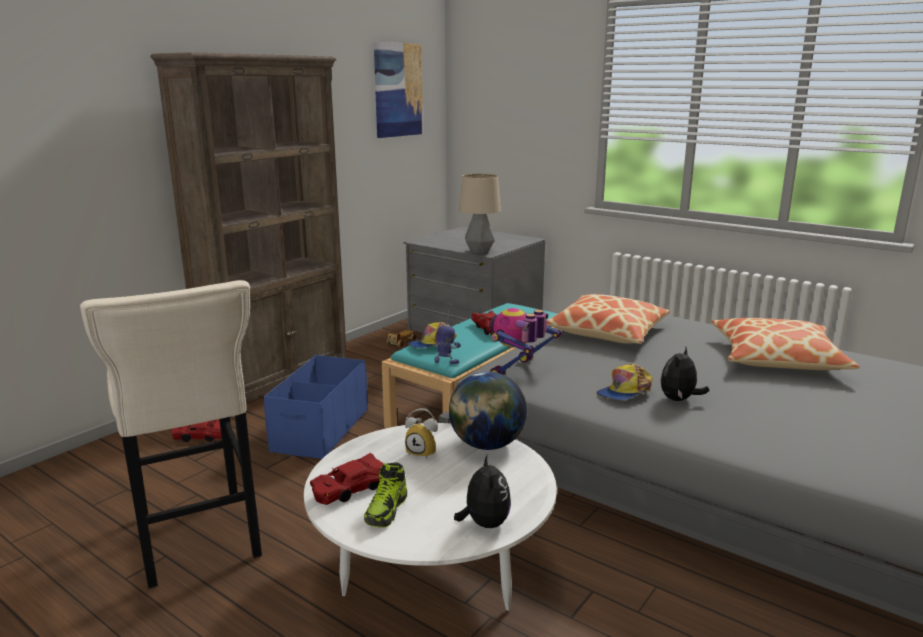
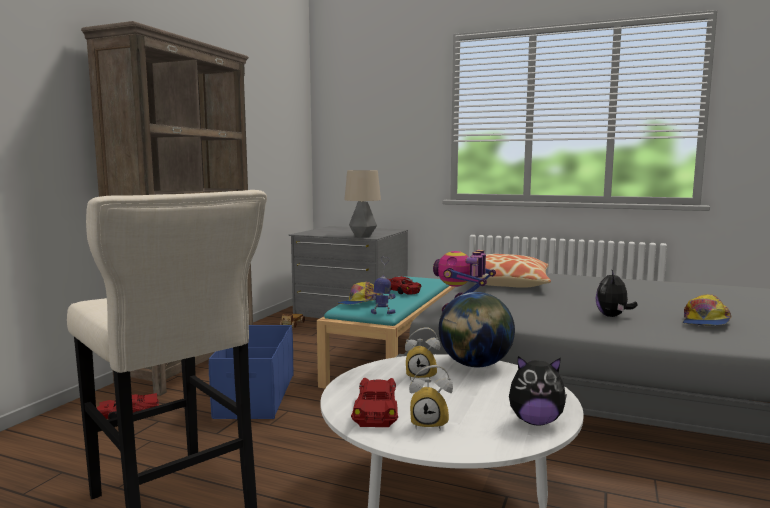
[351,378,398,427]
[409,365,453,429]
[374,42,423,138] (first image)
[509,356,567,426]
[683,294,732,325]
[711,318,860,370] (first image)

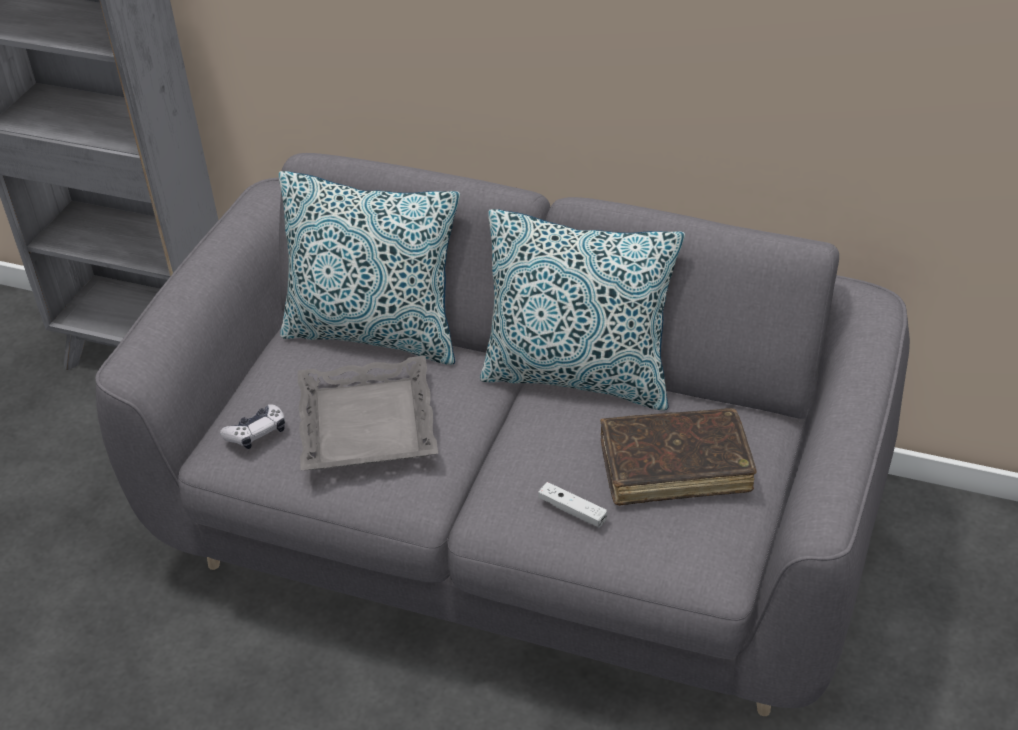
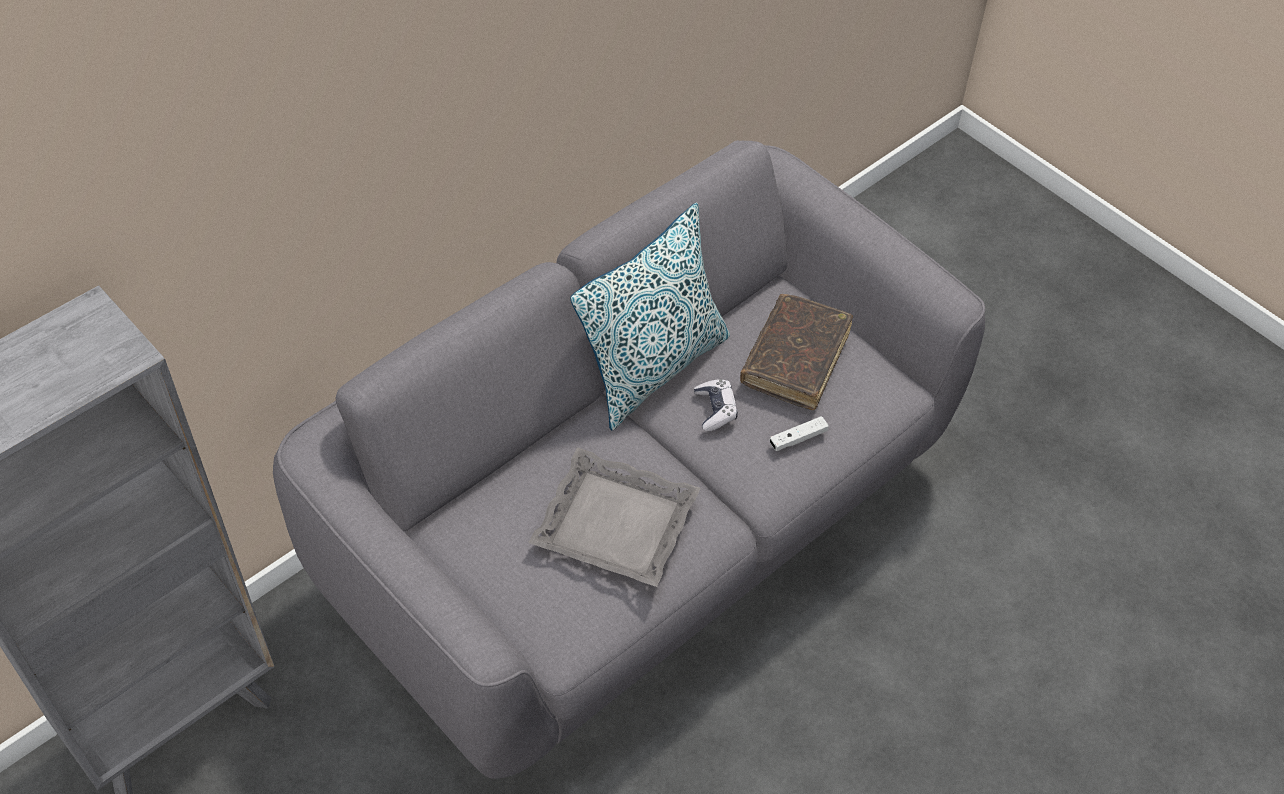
[694,379,738,431]
[279,171,460,365] (first image)

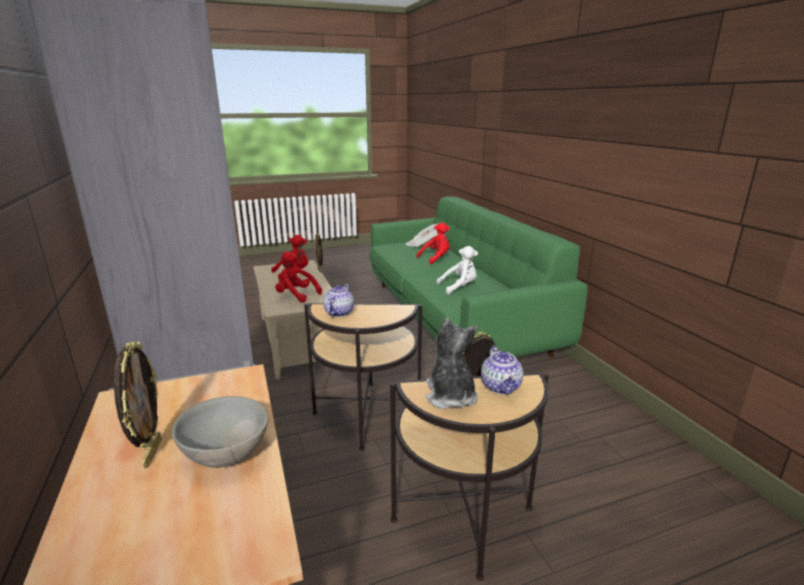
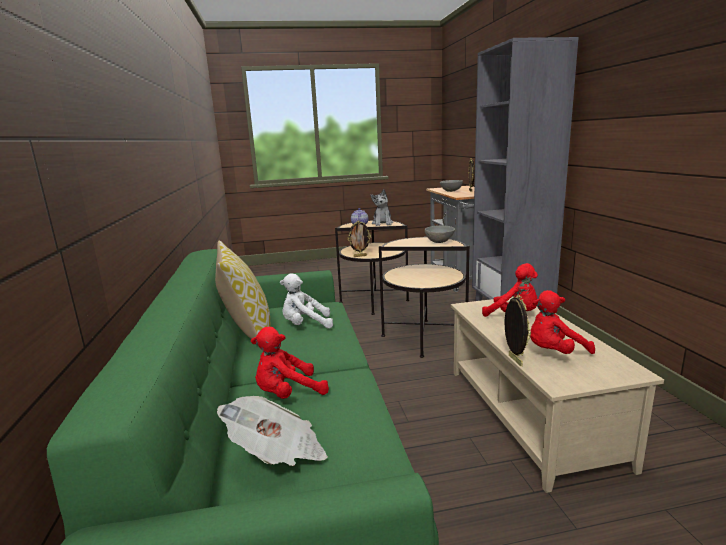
[425,225,455,243]
[215,240,271,339]

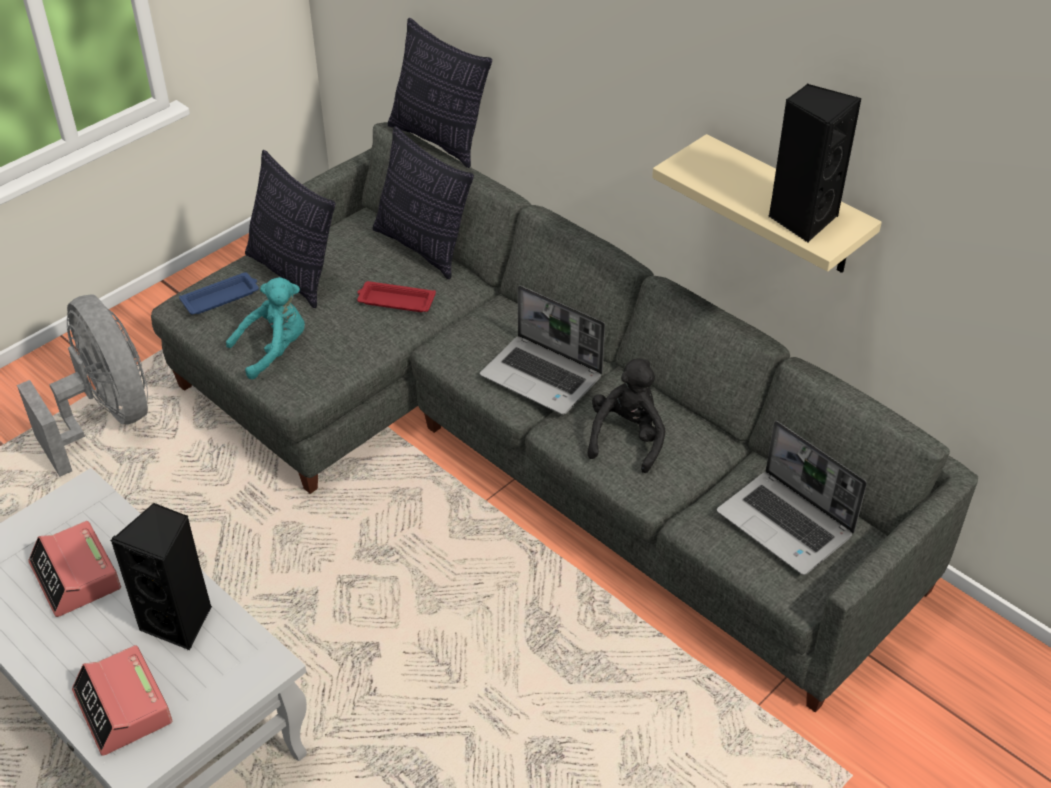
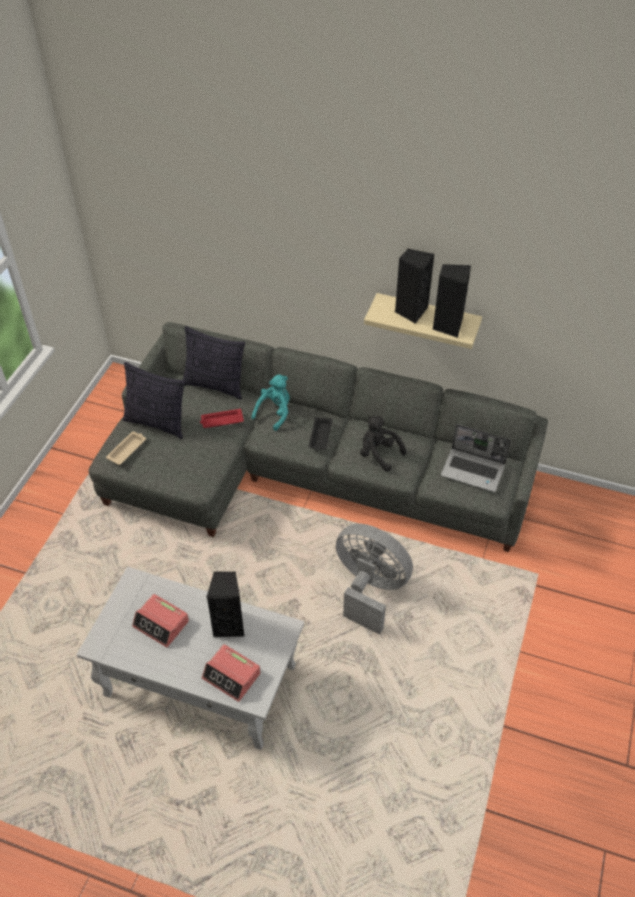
[336,524,413,635]
[106,431,146,465]
[252,375,290,431]
[388,18,492,168] (first image)
[309,417,333,451]
[360,416,407,472]
[395,249,434,324]

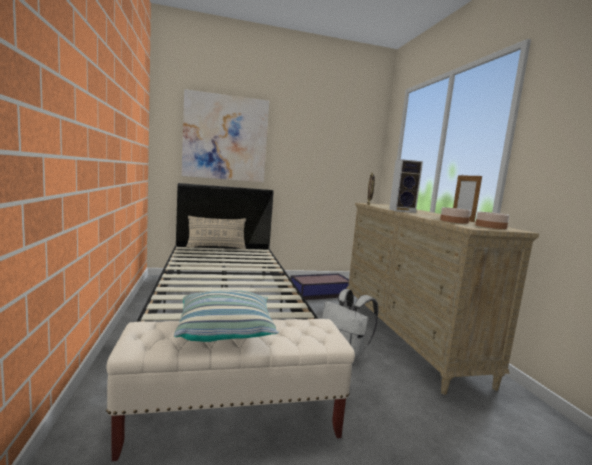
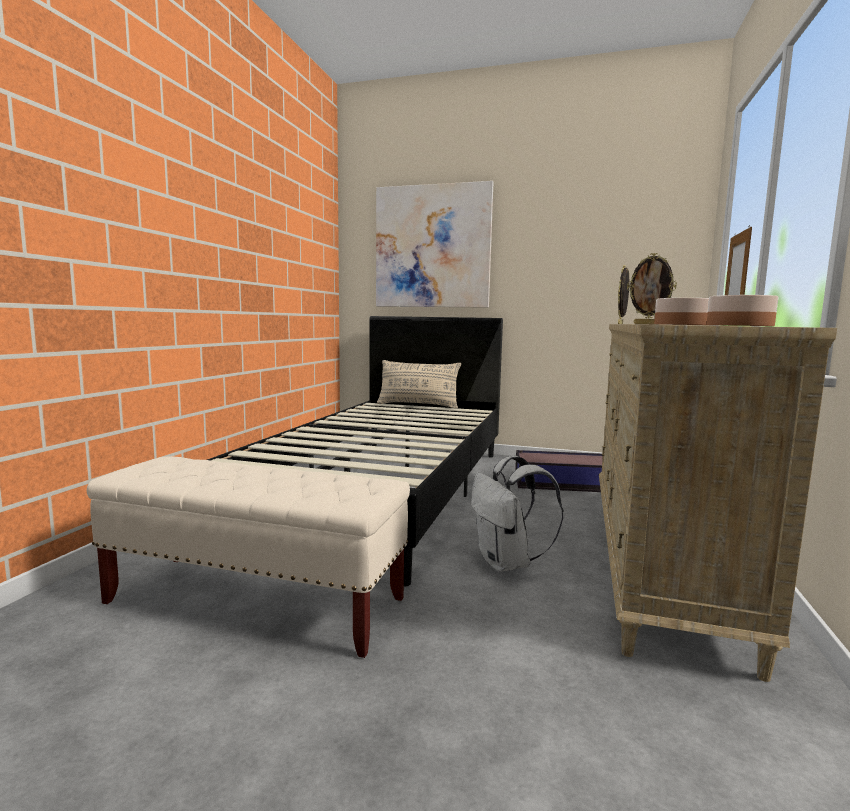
[174,290,279,342] (first image)
[627,253,677,325]

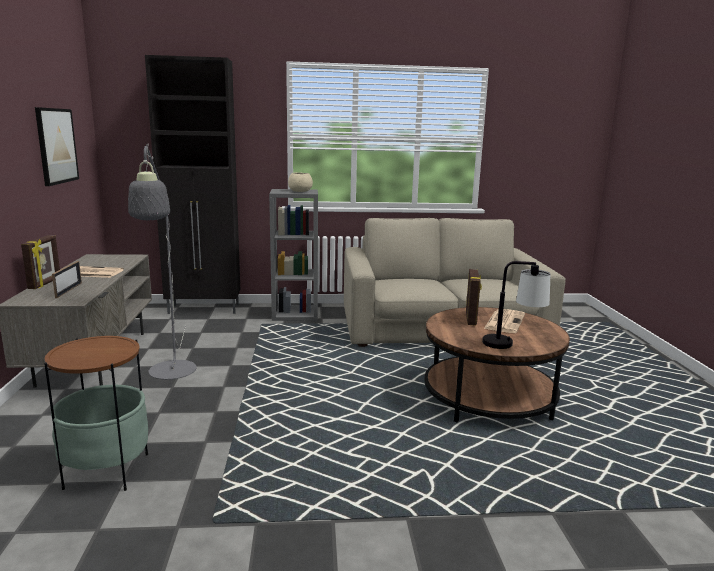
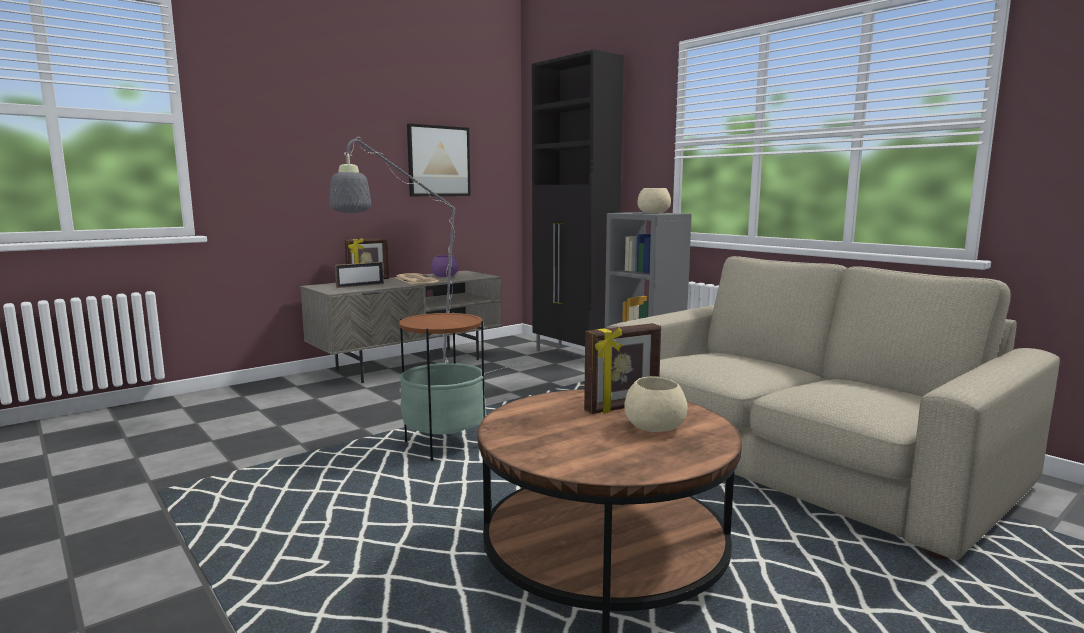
[399,312,486,461]
[482,261,550,349] (first image)
[624,376,688,432]
[431,255,459,277]

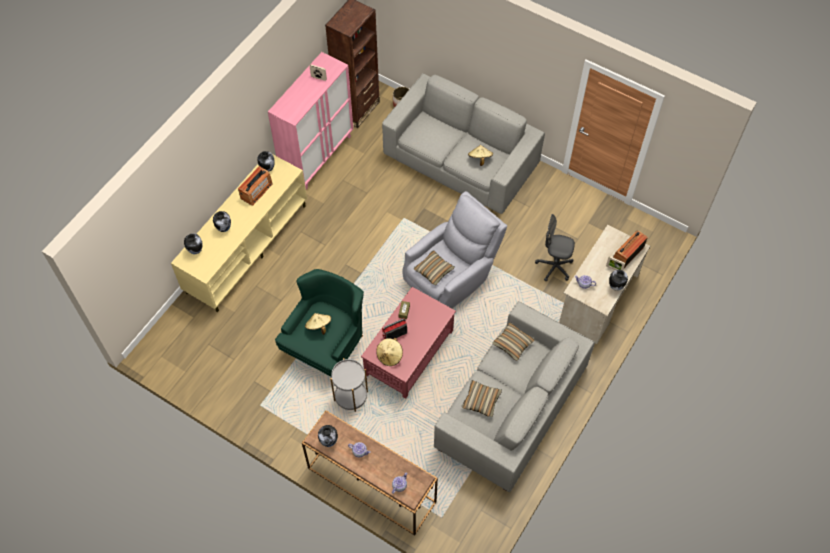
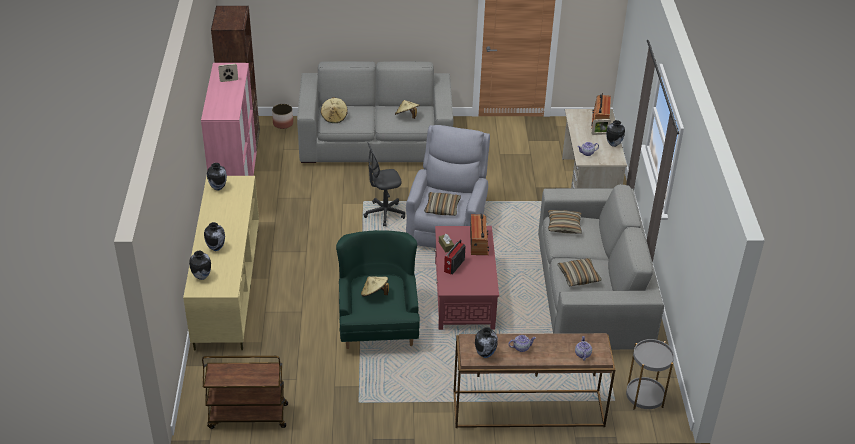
[470,214,489,255]
[626,339,674,410]
[321,97,348,123]
[364,142,405,227]
[202,356,288,429]

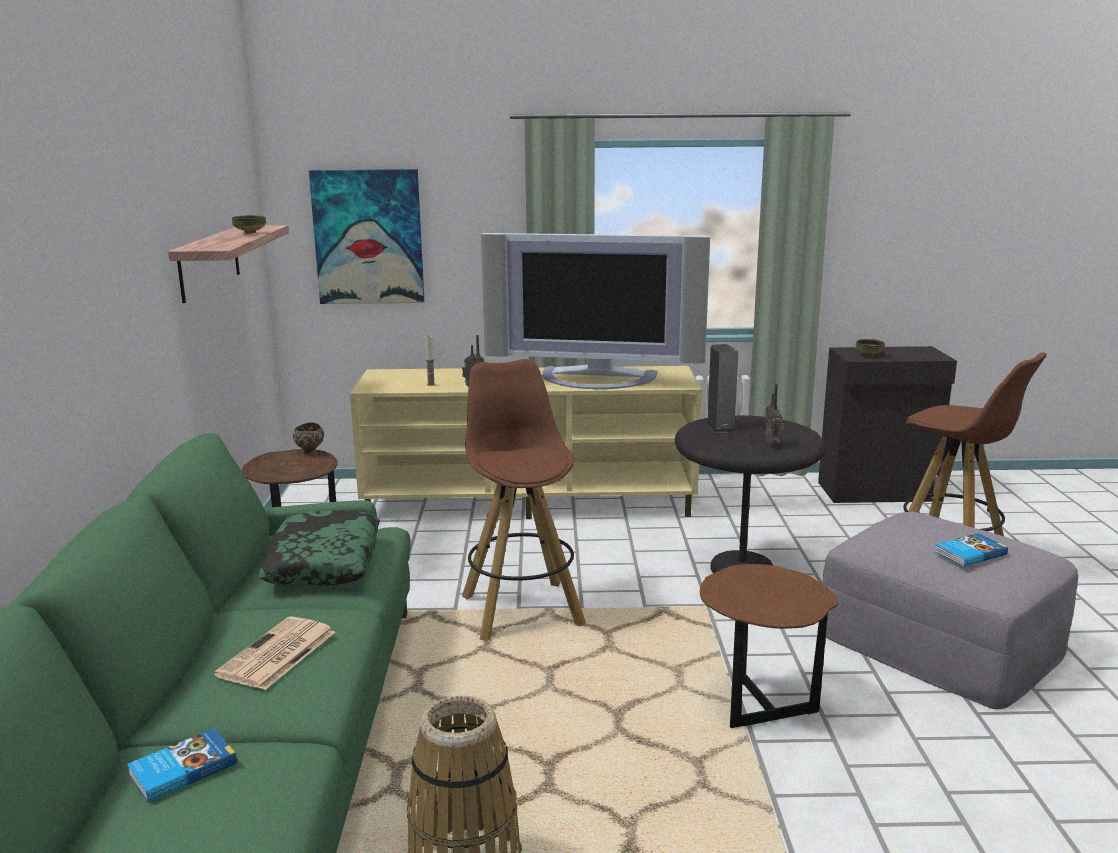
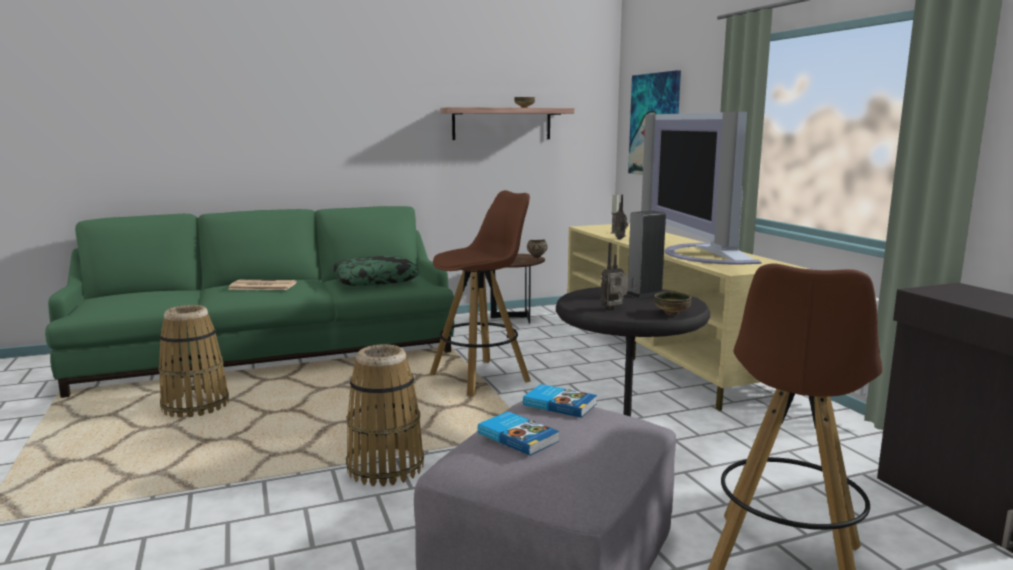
[523,384,597,418]
[346,344,424,486]
[654,292,692,315]

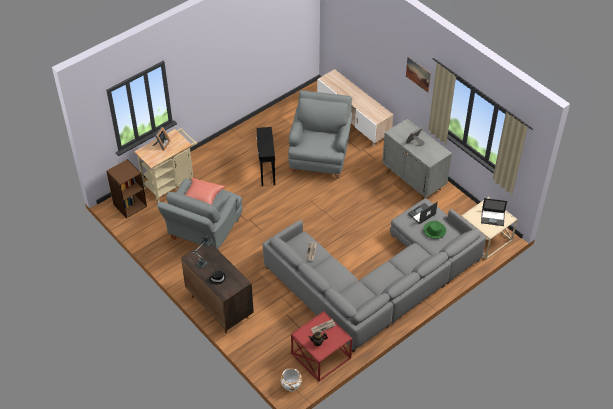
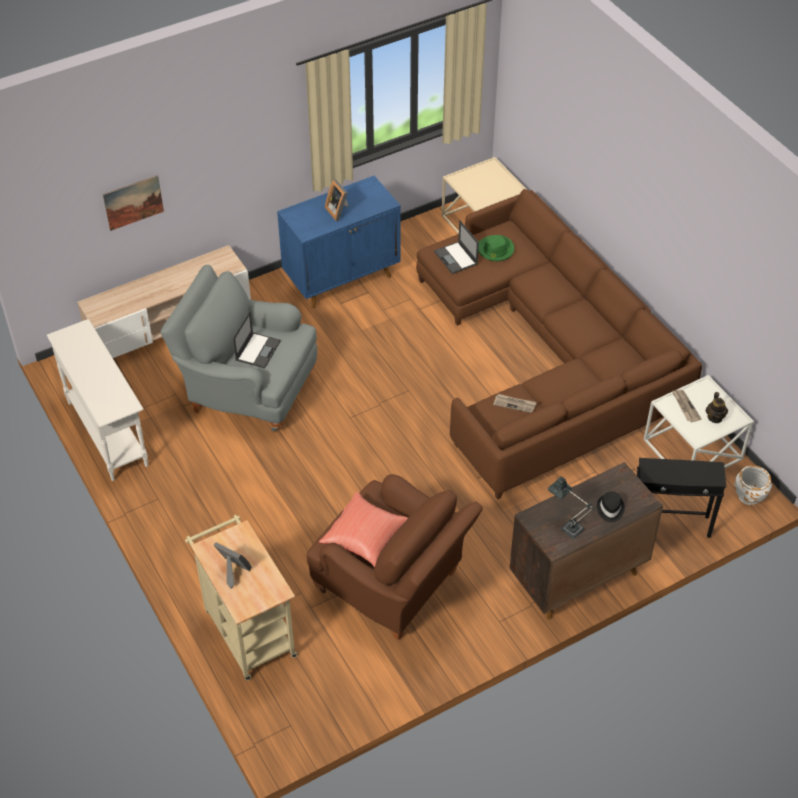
[106,159,147,218] (first image)
[307,474,483,640]
[637,458,727,538]
[416,189,702,499]
[643,375,754,468]
[277,176,401,308]
[103,175,164,231]
[233,311,281,368]
[47,319,148,481]

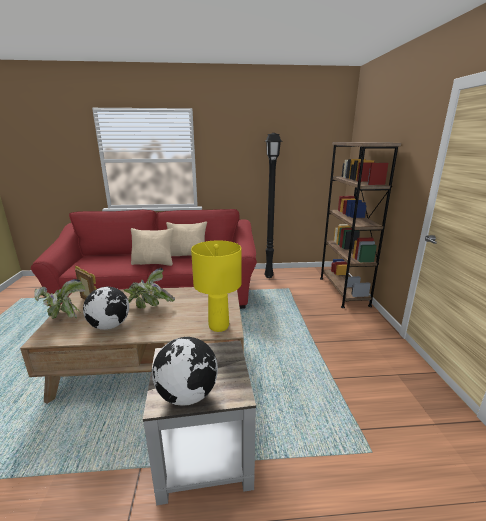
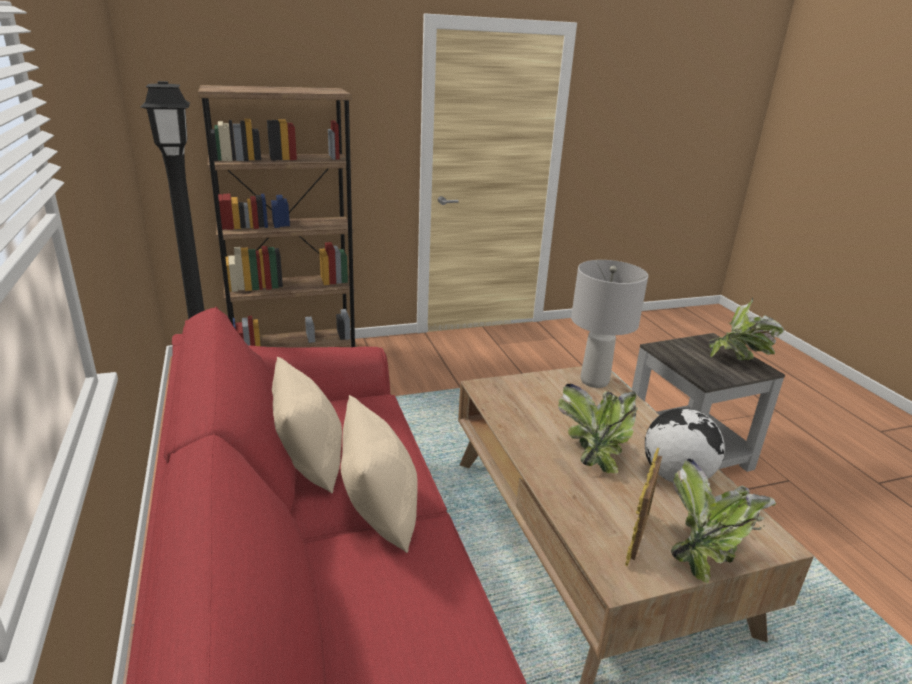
[709,298,784,360]
[571,260,648,388]

